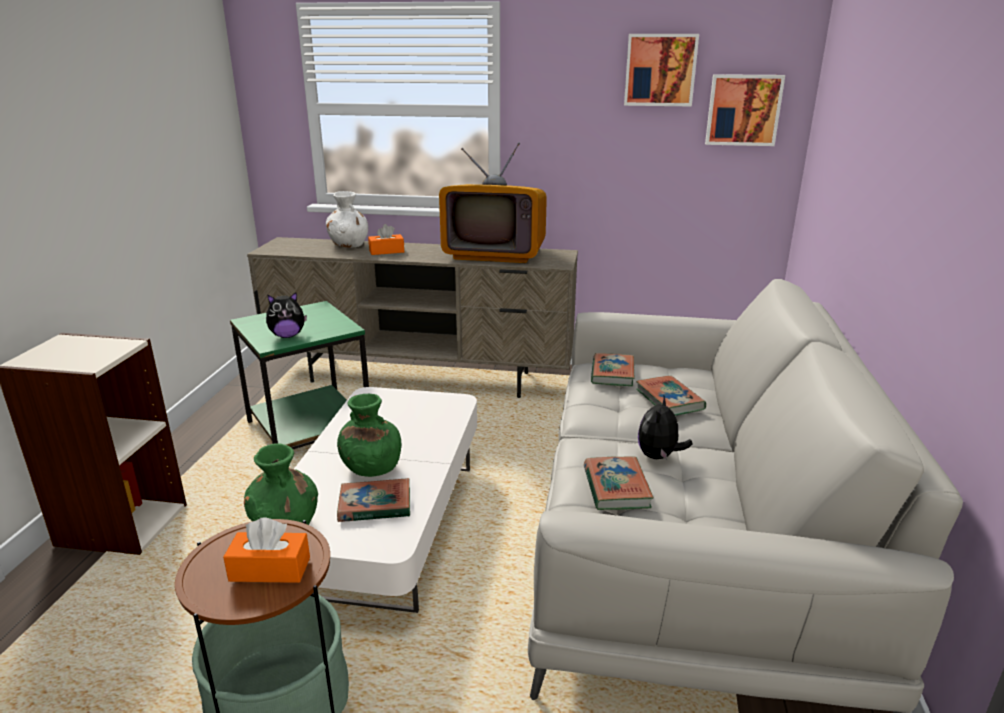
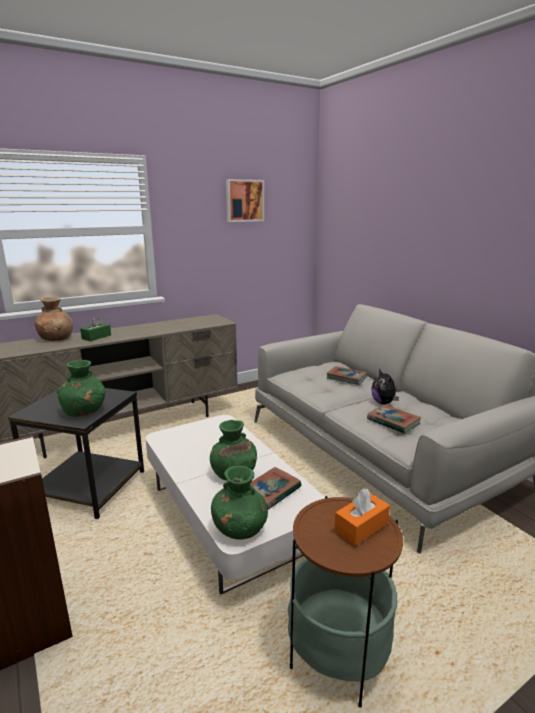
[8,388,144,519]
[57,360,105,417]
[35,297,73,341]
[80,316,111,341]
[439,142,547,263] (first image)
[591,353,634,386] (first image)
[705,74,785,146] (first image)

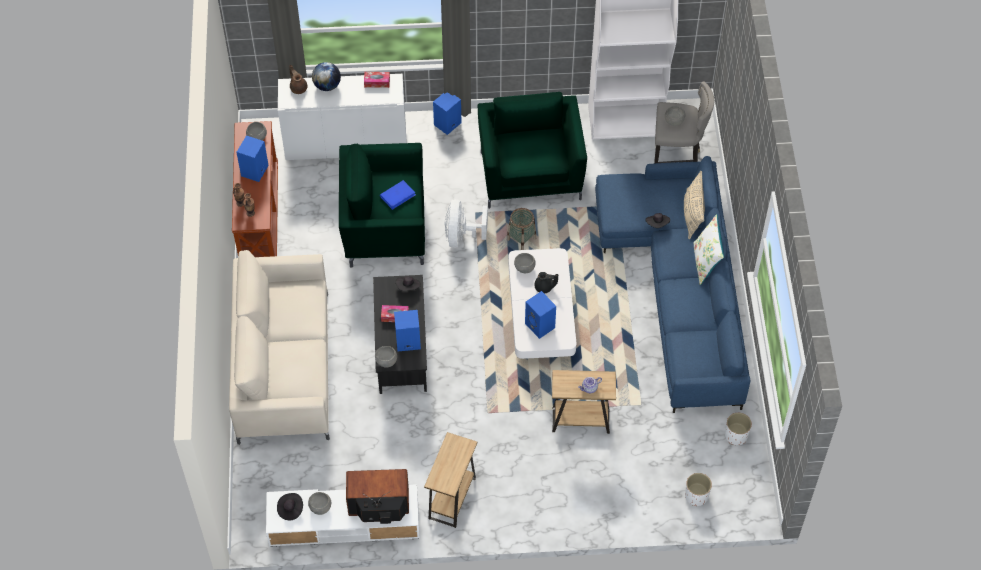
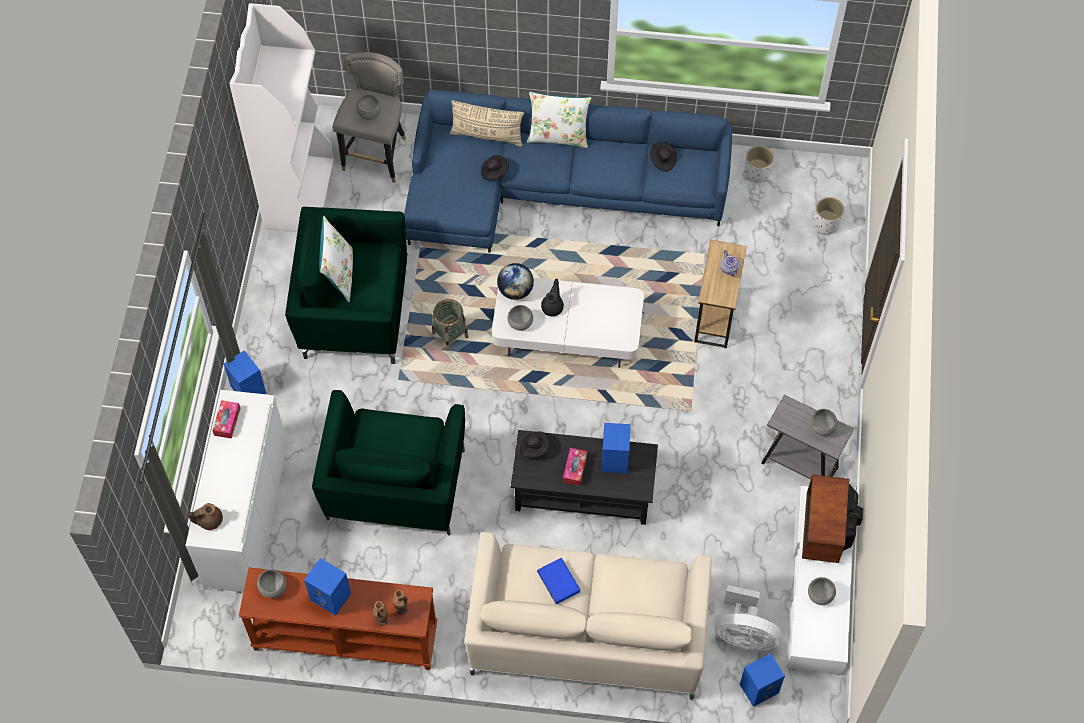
[650,142,677,172]
[497,263,534,300]
[810,409,838,436]
[537,558,580,604]
[761,394,854,479]
[716,585,782,651]
[740,653,785,707]
[319,216,353,302]

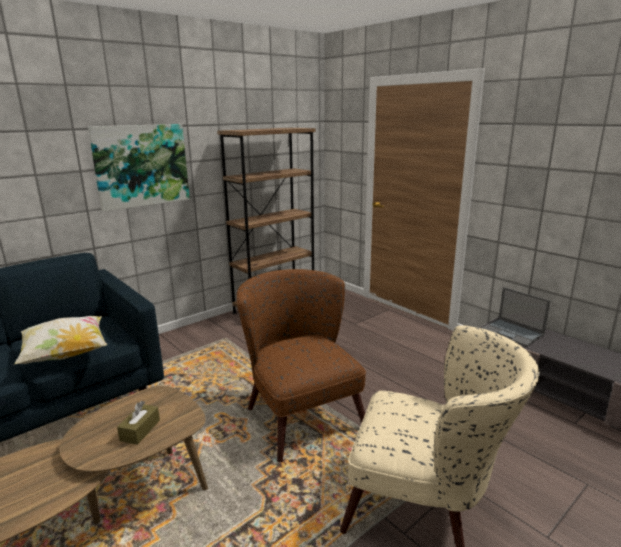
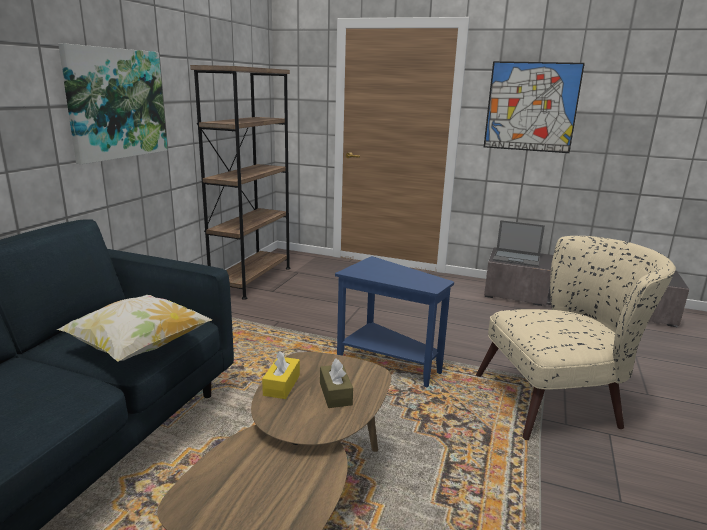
[335,256,454,387]
[262,351,300,399]
[484,61,585,153]

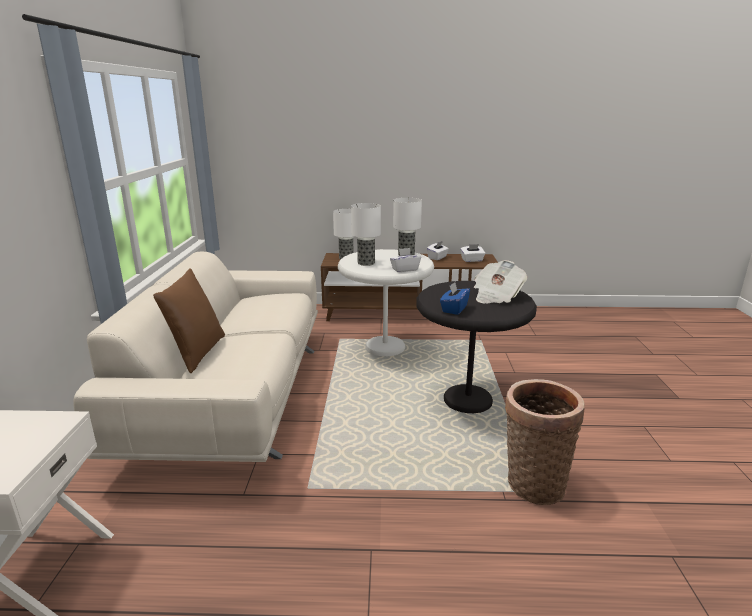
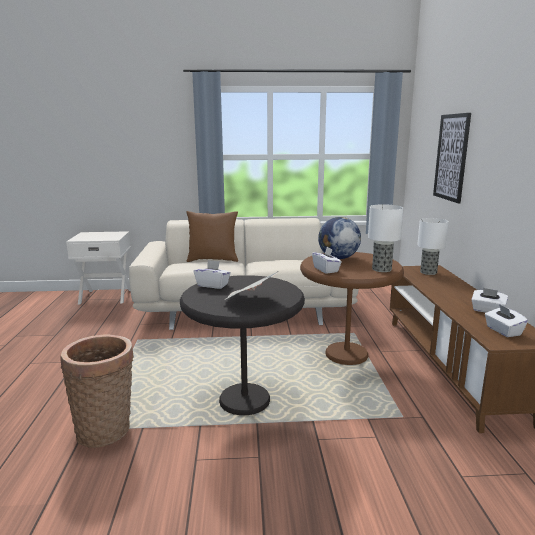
[300,252,404,365]
[318,217,361,259]
[194,260,231,289]
[433,113,471,203]

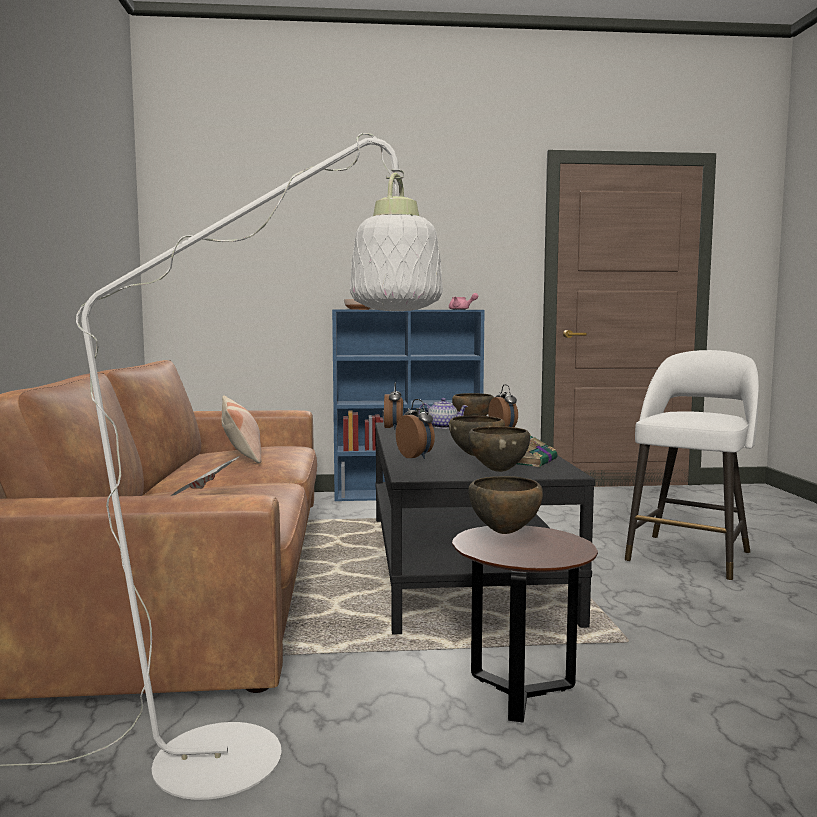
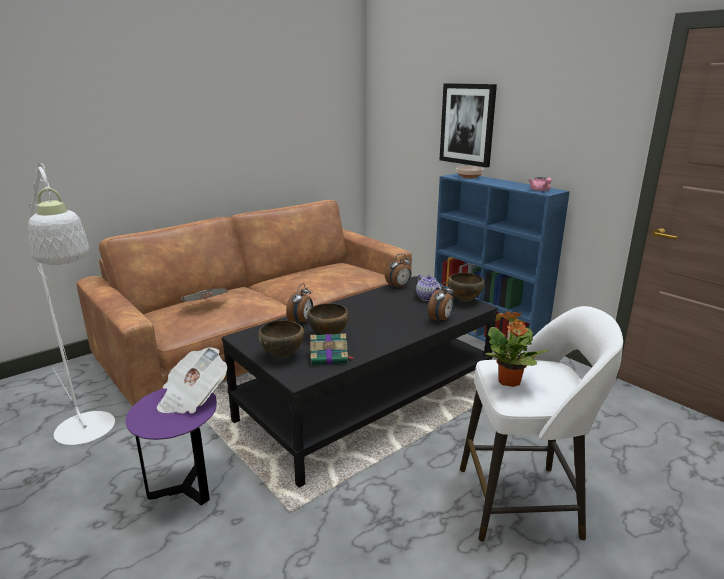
[221,395,262,463] (first image)
[125,388,217,505]
[157,347,227,414]
[440,83,497,168]
[485,311,548,387]

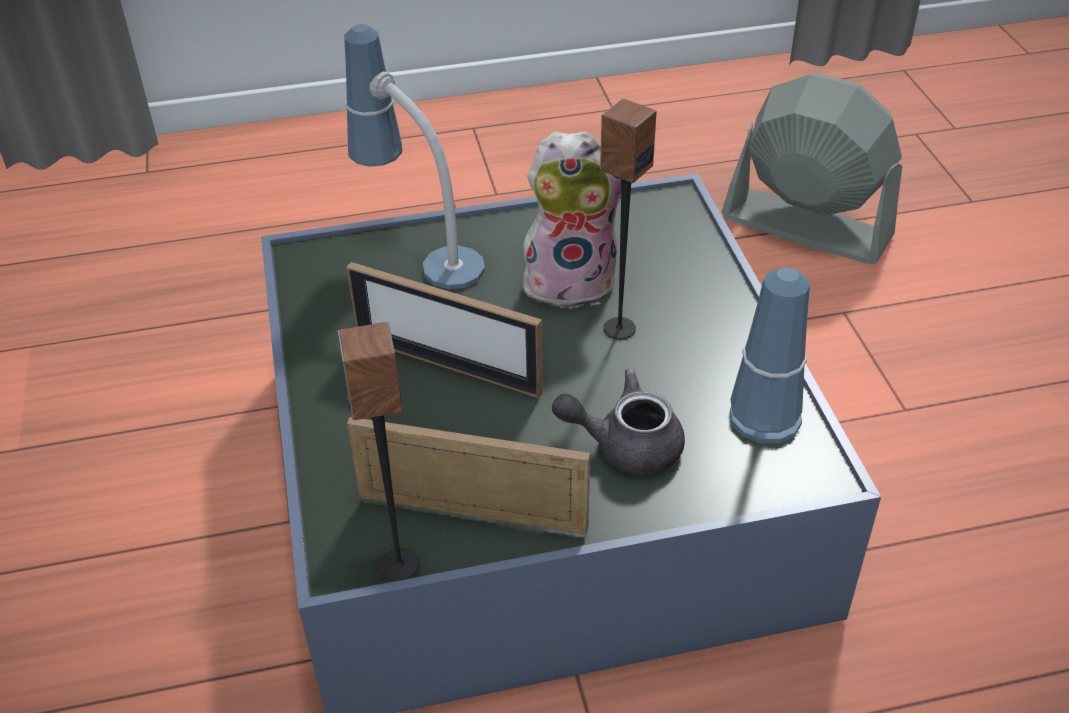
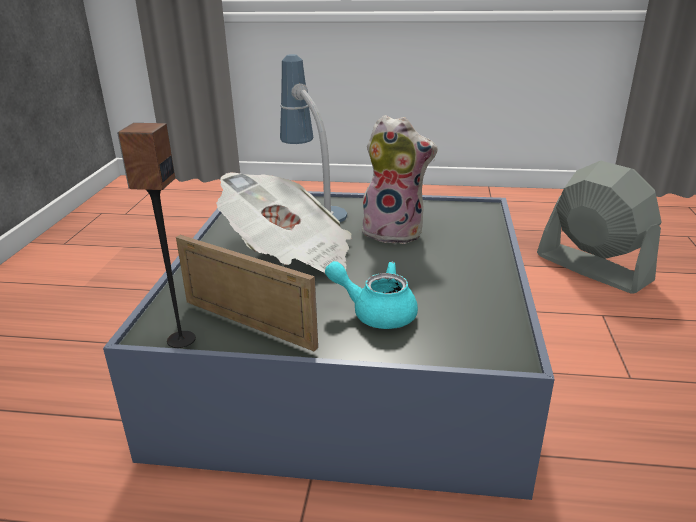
[216,172,351,273]
[325,261,418,329]
[600,99,656,339] (first image)
[730,268,810,443] (first image)

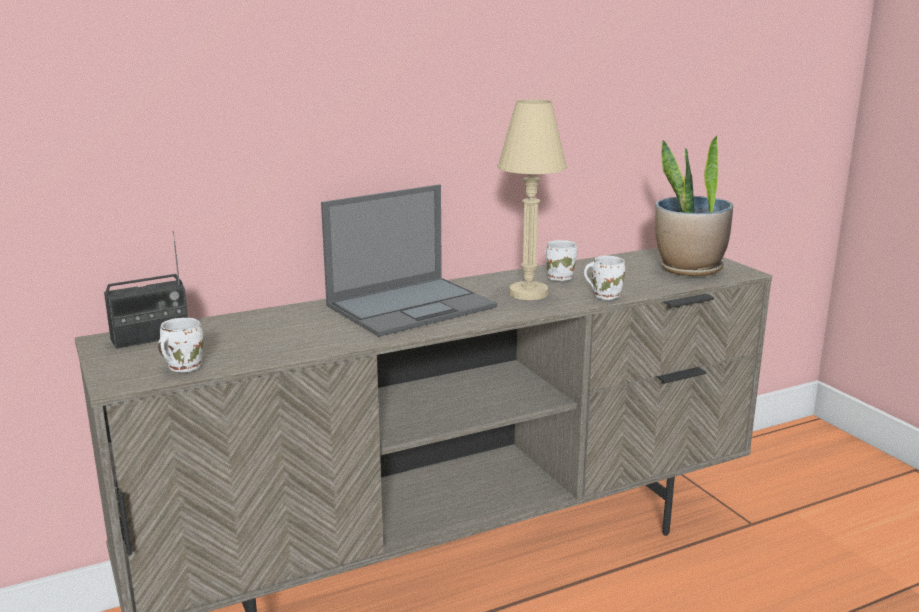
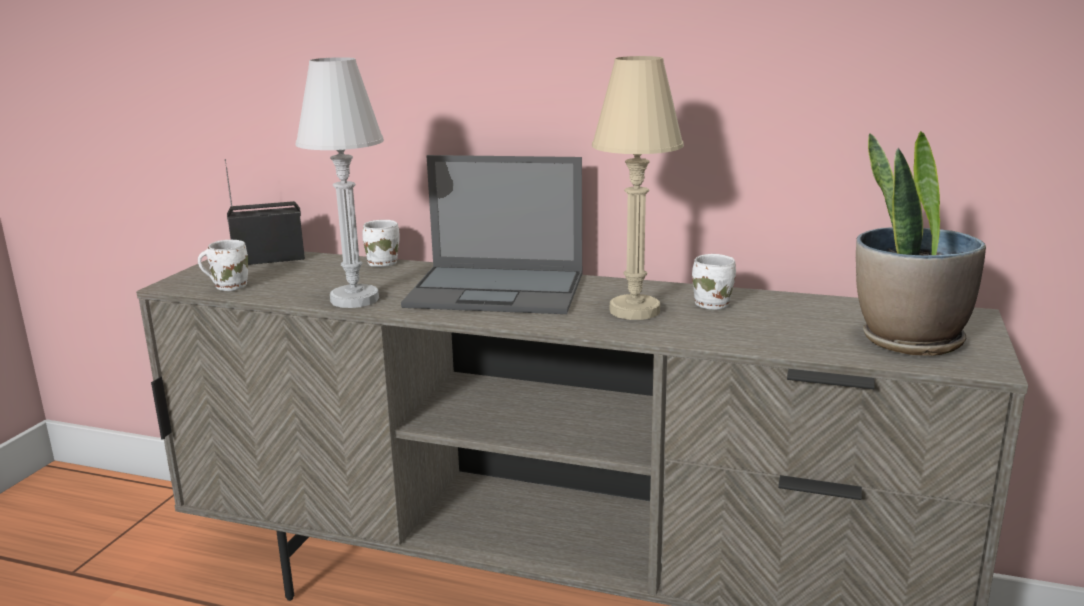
[225,159,305,265]
[362,220,400,267]
[296,57,384,308]

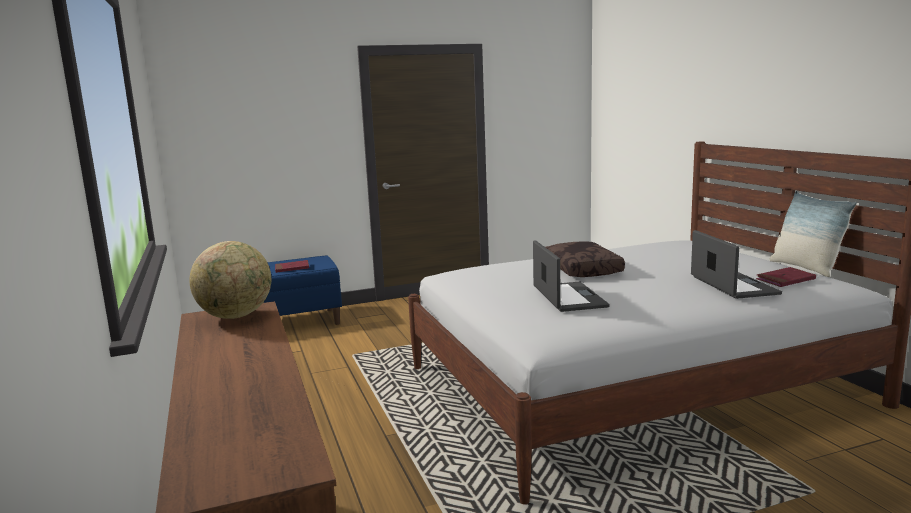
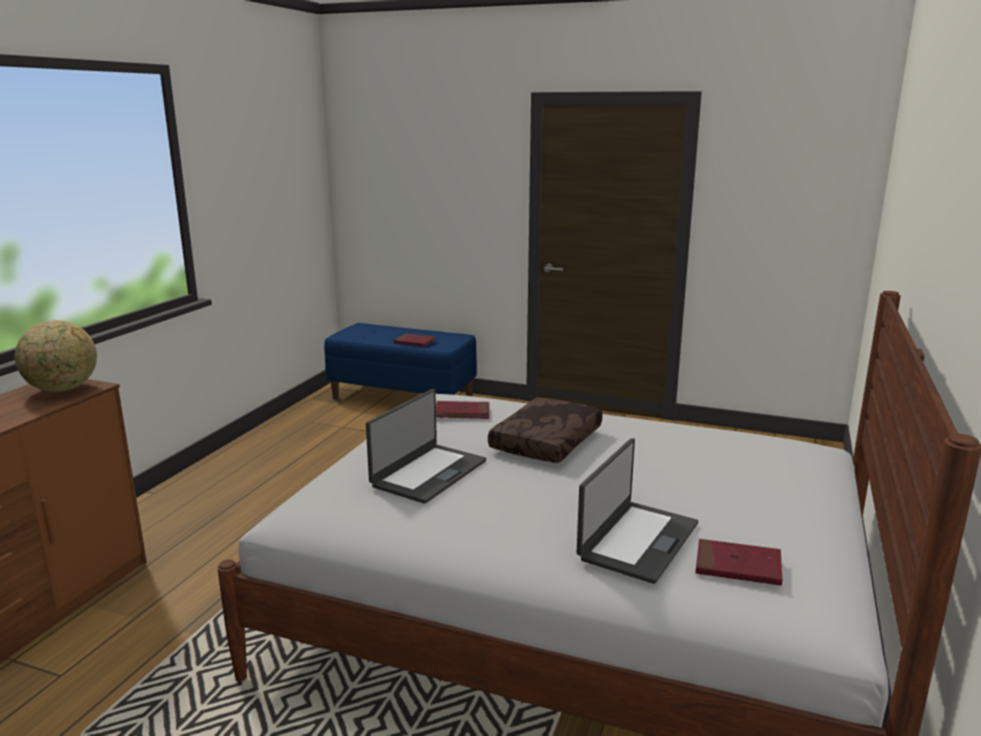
[770,191,857,277] (first image)
[436,401,489,419]

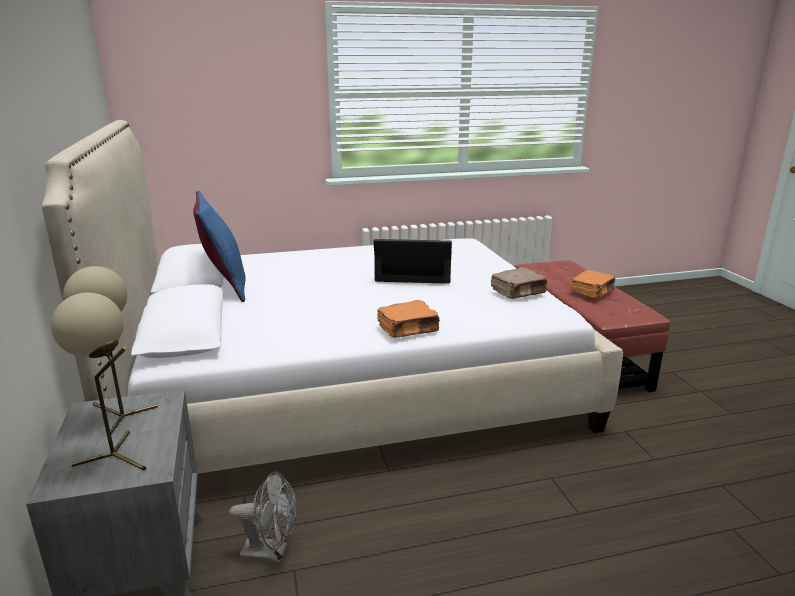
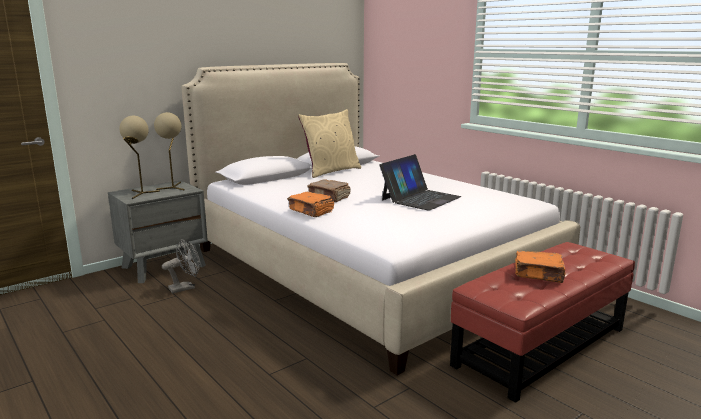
[298,109,361,178]
[162,239,200,293]
[380,154,462,211]
[307,179,351,202]

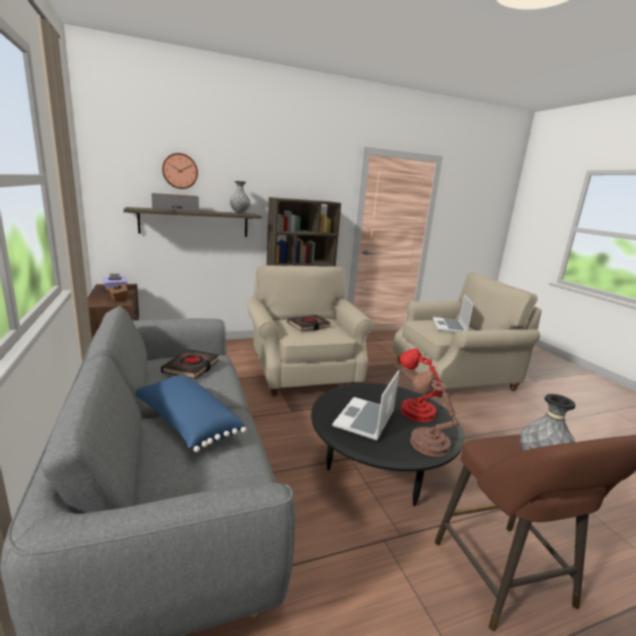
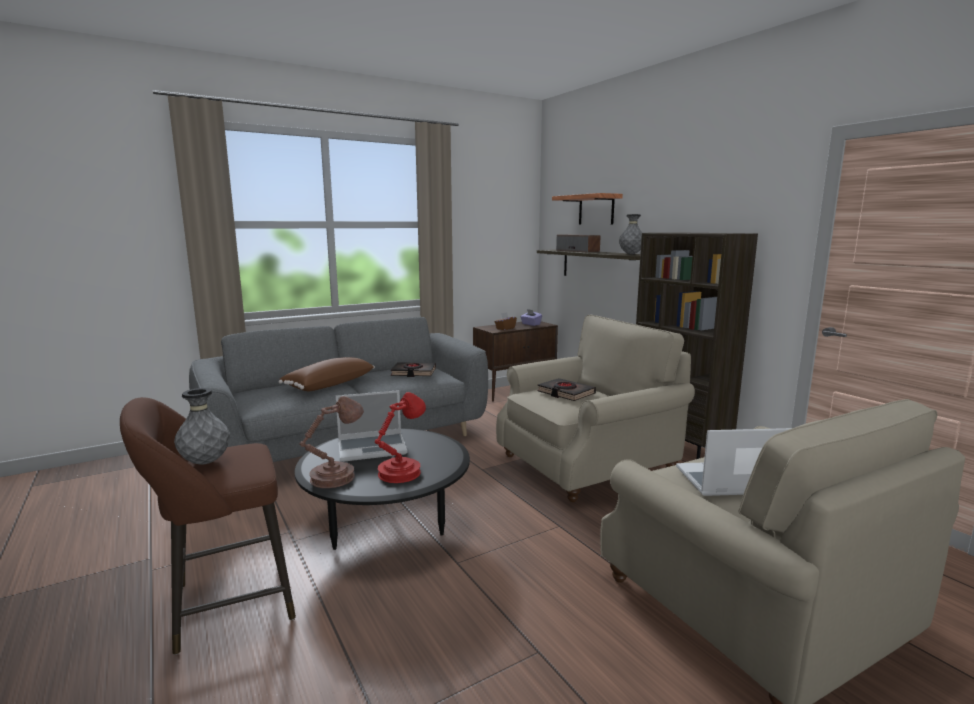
[279,357,375,391]
[552,193,623,224]
[336,390,408,462]

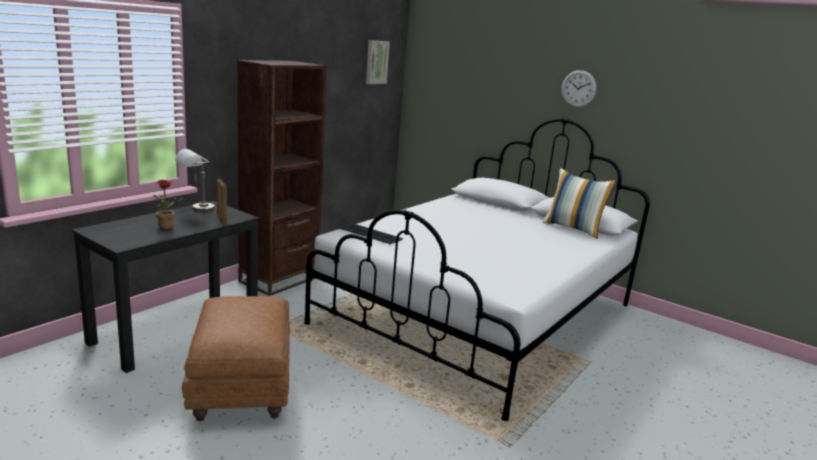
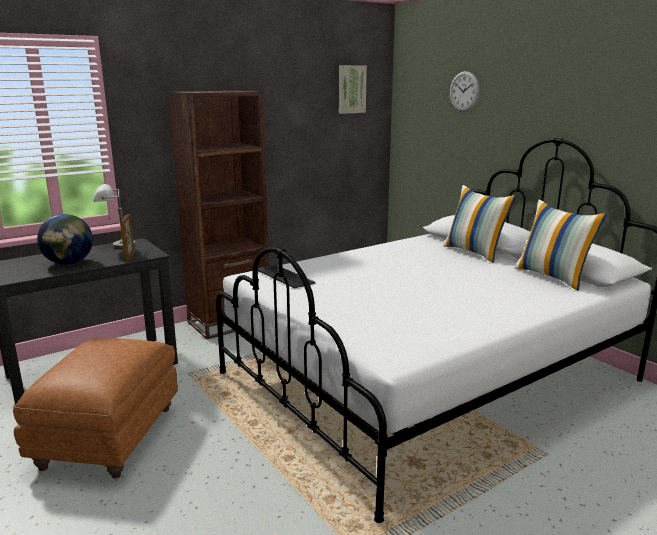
[37,214,93,265]
[450,71,479,112]
[443,185,517,263]

